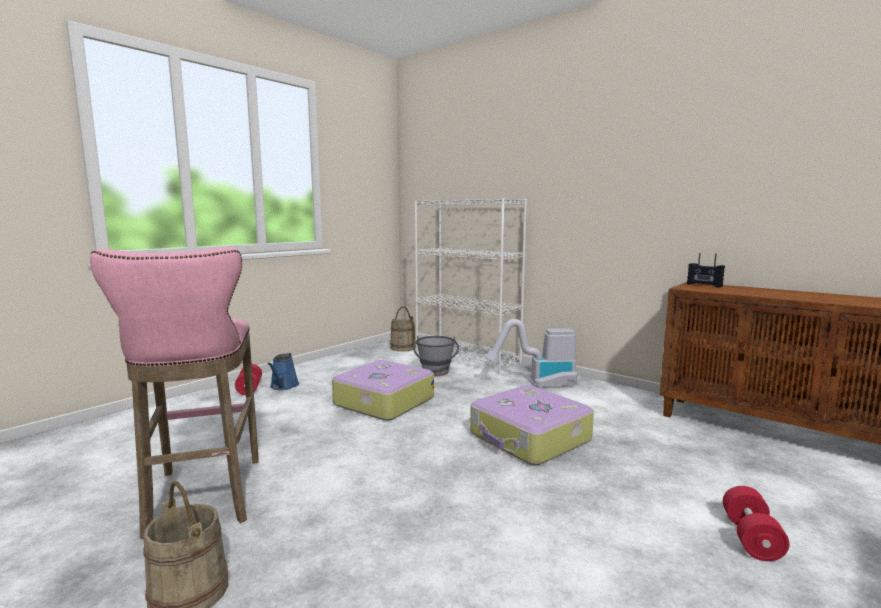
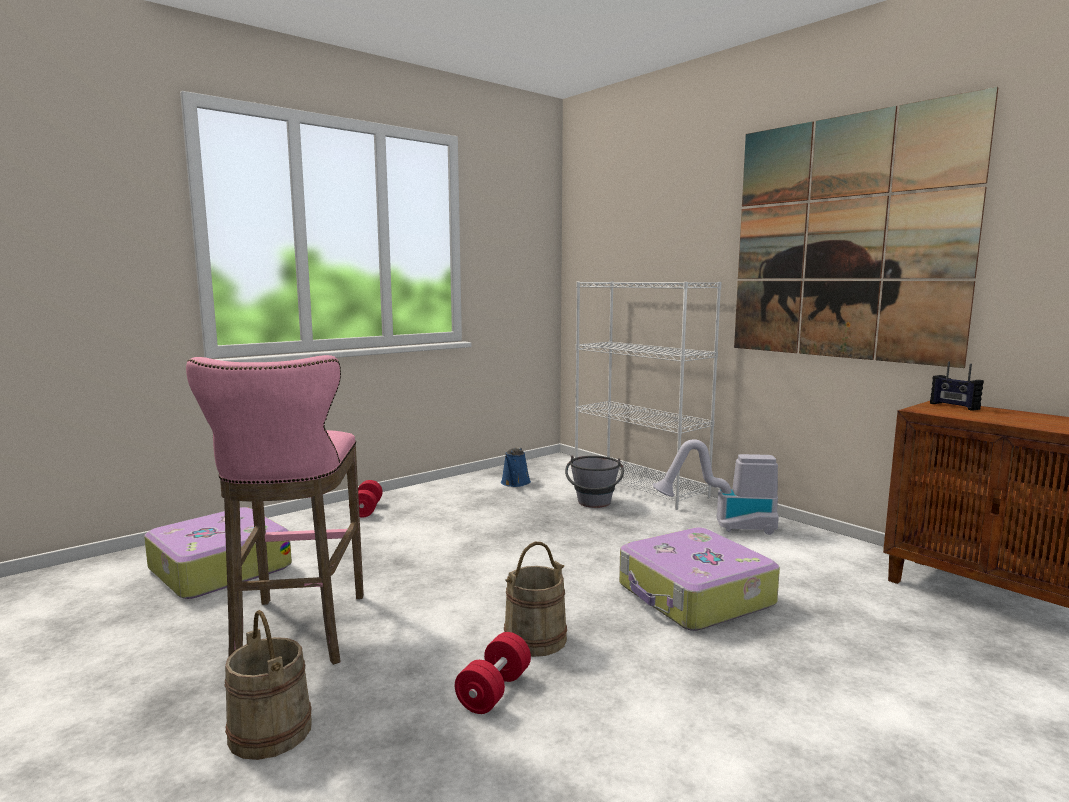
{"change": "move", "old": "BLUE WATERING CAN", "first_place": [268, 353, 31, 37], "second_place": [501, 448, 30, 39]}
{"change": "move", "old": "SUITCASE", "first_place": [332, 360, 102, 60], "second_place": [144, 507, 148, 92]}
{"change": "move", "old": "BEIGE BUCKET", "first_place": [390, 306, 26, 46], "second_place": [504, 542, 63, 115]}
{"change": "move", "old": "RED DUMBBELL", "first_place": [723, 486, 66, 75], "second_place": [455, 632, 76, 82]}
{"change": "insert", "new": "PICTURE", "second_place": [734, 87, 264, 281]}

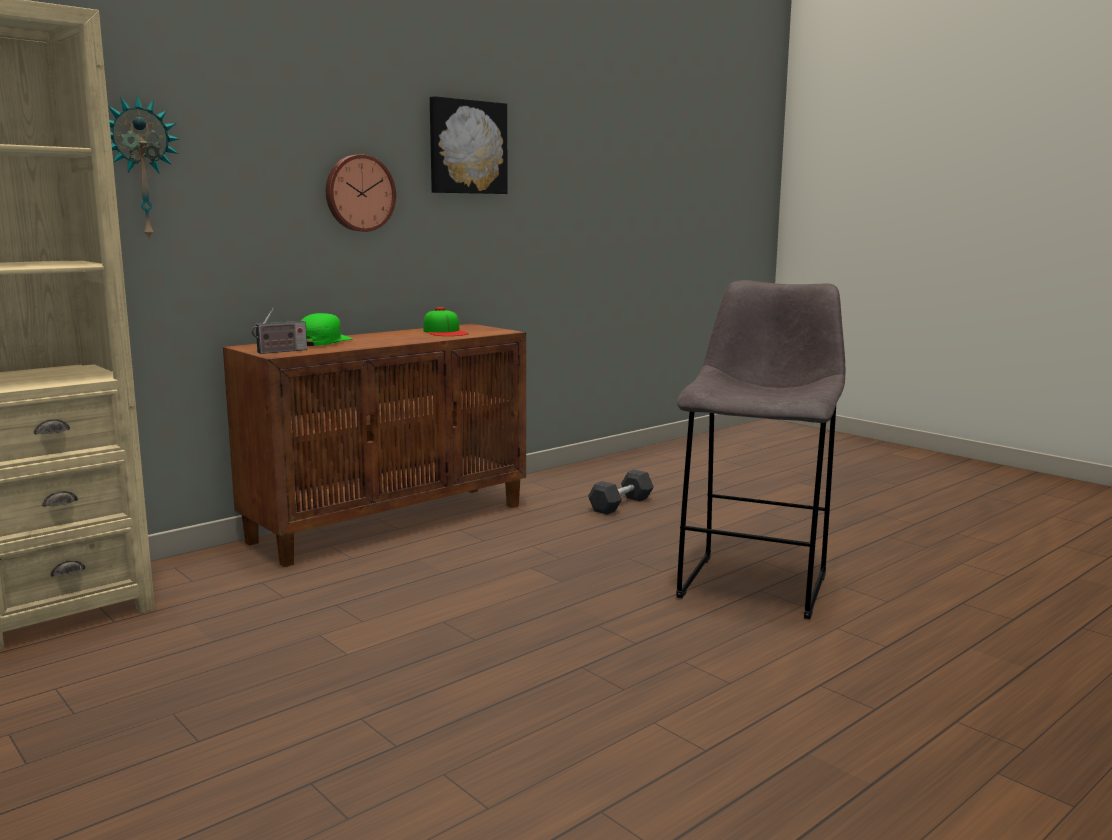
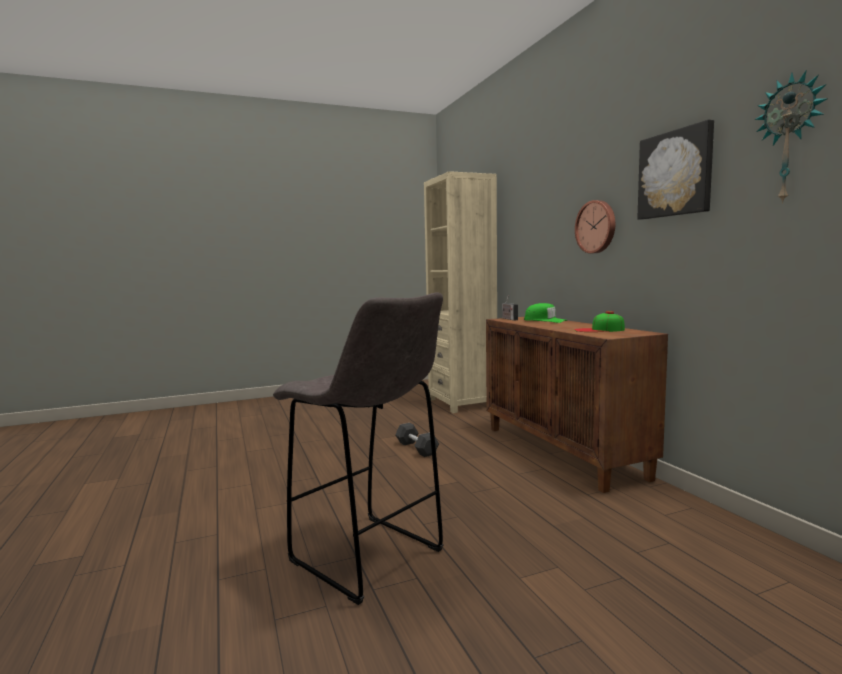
{"change": "move", "old": "WALL CLOCK", "first_place": [108, 95, 71, 146], "second_place": [755, 70, 73, 134]}
{"change": "move", "old": "GREY DUMBBELL", "first_place": [588, 470, 66, 45], "second_place": [395, 423, 44, 34]}

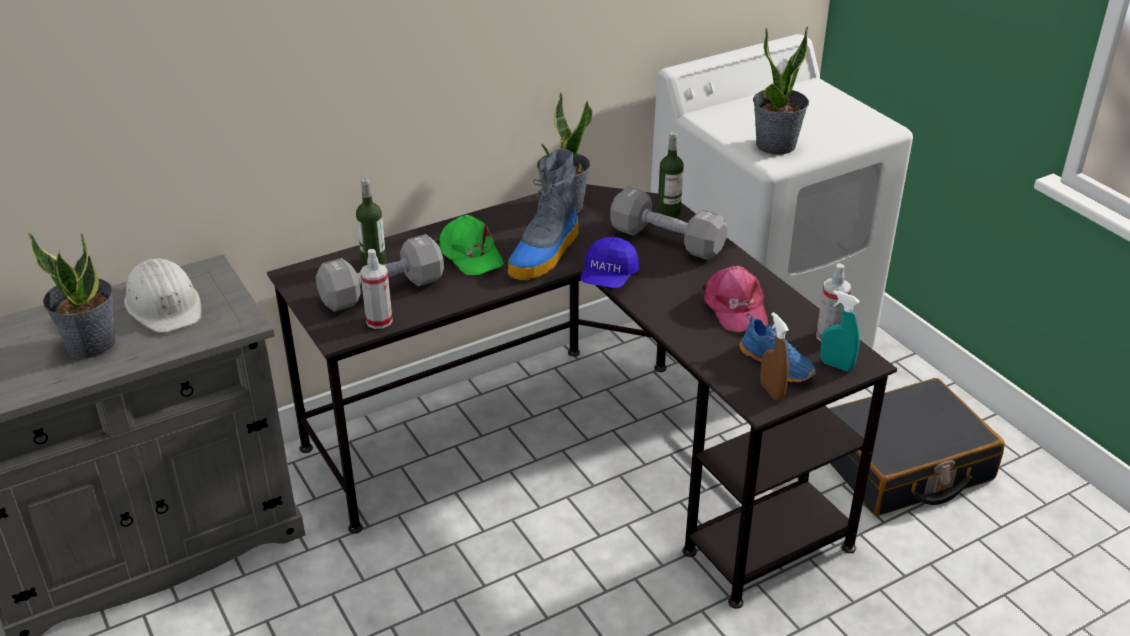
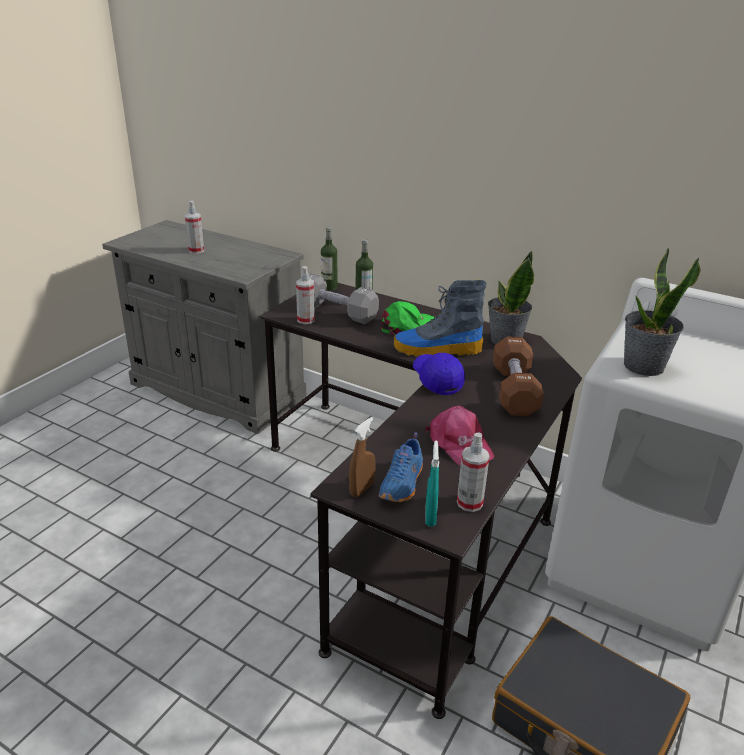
{"change": "replace", "old": "POTTED PLANT", "new": "SPRAY BOTTLE", "first_place": [28, 233, 88, 125], "second_place": [185, 201, 19, 53]}
{"change": "delete", "old": "WHITE HARD HAT", "first_place": [124, 258, 77, 75]}
{"change": "rotate", "old": "GREEN CAP", "first_place": [436, 215, 68, 60], "second_place": [381, 301, 53, 35], "degrees": -150}
{"change": "rotate", "old": "BLUE CAP", "first_place": [580, 237, 59, 51], "second_place": [413, 353, 52, 42], "degrees": 75}
{"change": "recolor", "old": "GREY DUMBBELL", "new": "BROWN DUMBBELL", "first_place": [610, 186, 117, 74], "second_place": [493, 336, 51, 80]}
{"change": "move", "old": "BOTTLE", "first_place": [657, 132, 27, 86], "second_place": [321, 227, 16, 64]}
{"change": "rotate", "old": "PINK CAP", "first_place": [702, 266, 66, 66], "second_place": [425, 405, 69, 61], "degrees": -75}

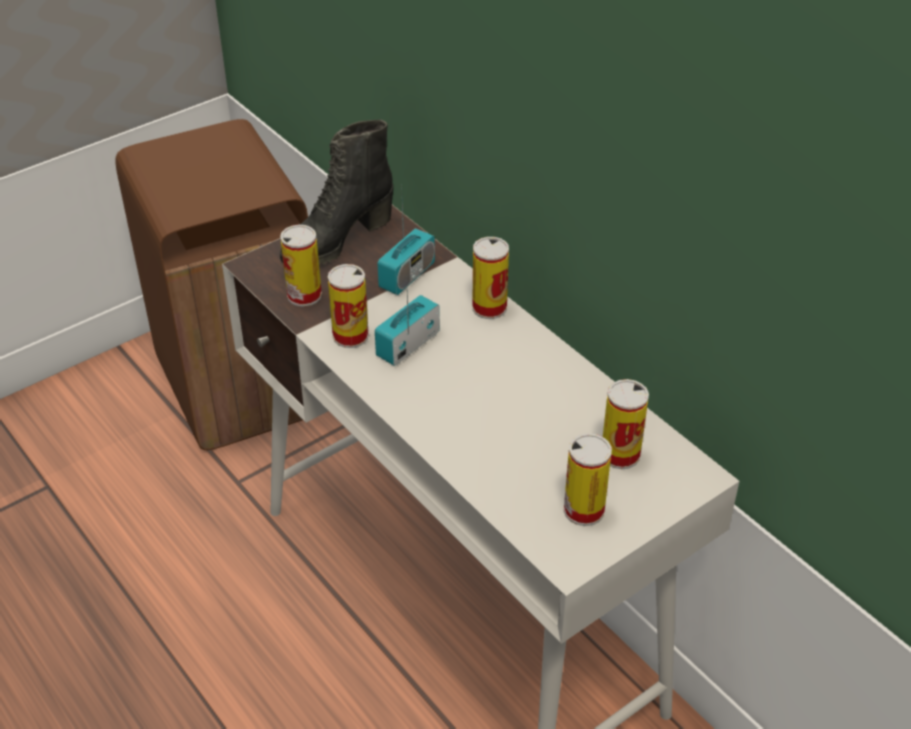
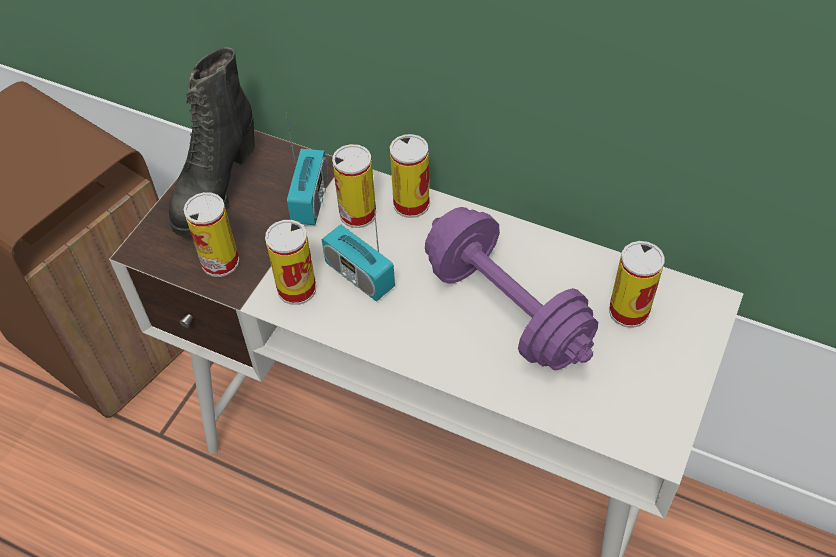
{"change": "rotate", "old": "RADIO", "first_place": [375, 275, 65, 91], "second_place": [322, 200, 73, 101], "degrees": -60}
{"change": "move", "old": "CAN", "first_place": [564, 433, 48, 93], "second_place": [332, 144, 44, 84]}
{"change": "insert", "new": "PURPLE DUMBBELL", "second_place": [425, 207, 173, 164]}

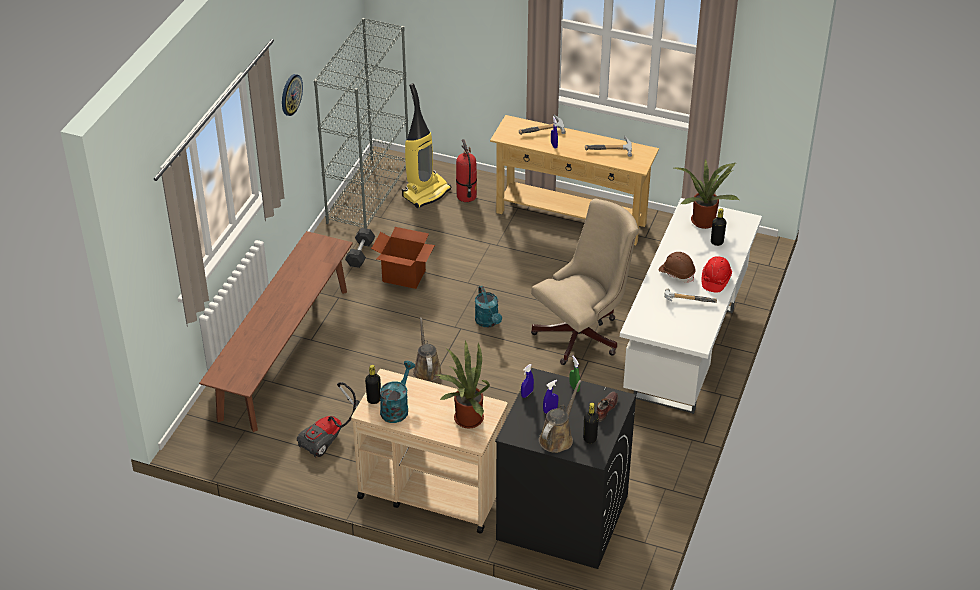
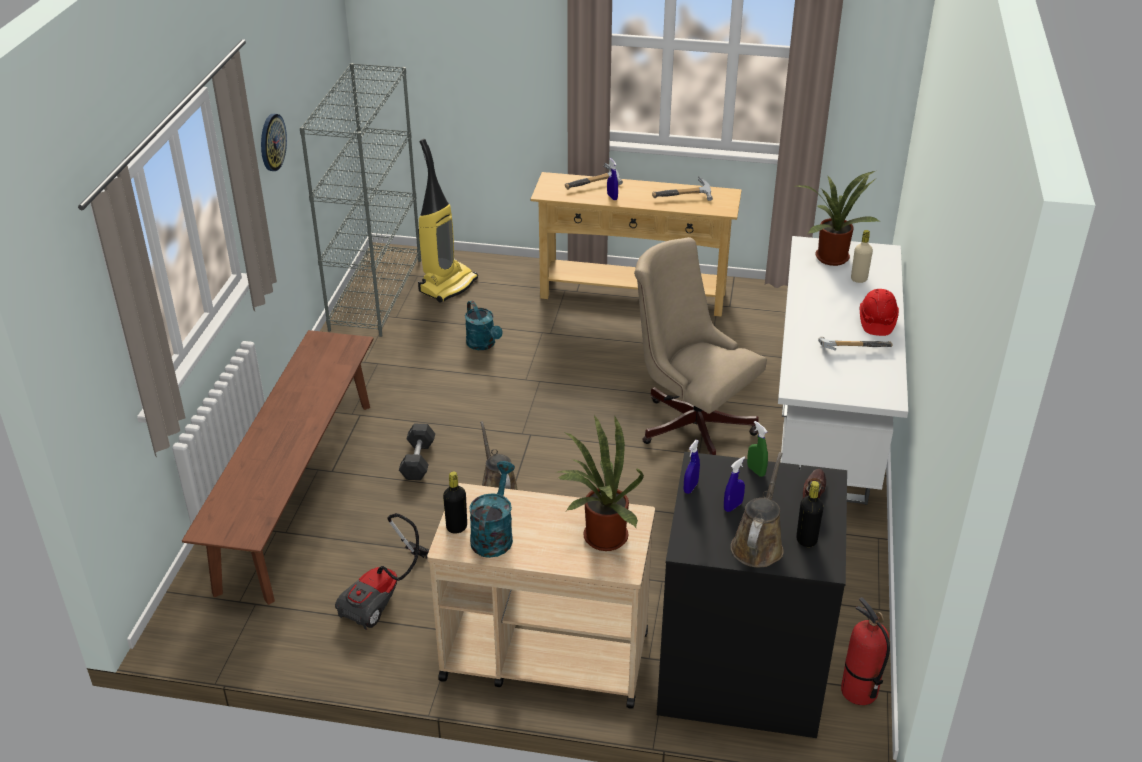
{"change": "move", "old": "GREY DUMBBELL", "first_place": [345, 228, 30, 40], "second_place": [399, 424, 36, 56]}
{"change": "delete", "old": "CARDBOARD BOX", "first_place": [371, 227, 64, 62]}
{"change": "move", "old": "FIRE EXTINGUISHER", "first_place": [456, 139, 21, 63], "second_place": [841, 597, 49, 108]}
{"change": "move", "old": "TURQUOISE WATERING CAN", "first_place": [475, 286, 27, 41], "second_place": [465, 300, 38, 50]}
{"change": "rotate", "old": "BEIGE OFFICE CHAIR", "first_place": [531, 199, 108, 166], "second_place": [634, 237, 133, 218], "degrees": -90}
{"change": "delete", "old": "BROWN HARD HAT", "first_place": [659, 252, 37, 31]}
{"change": "recolor", "old": "BLACK BOTTLE", "new": "BEIGE BOTTLE", "first_place": [711, 208, 15, 38], "second_place": [851, 230, 22, 53]}

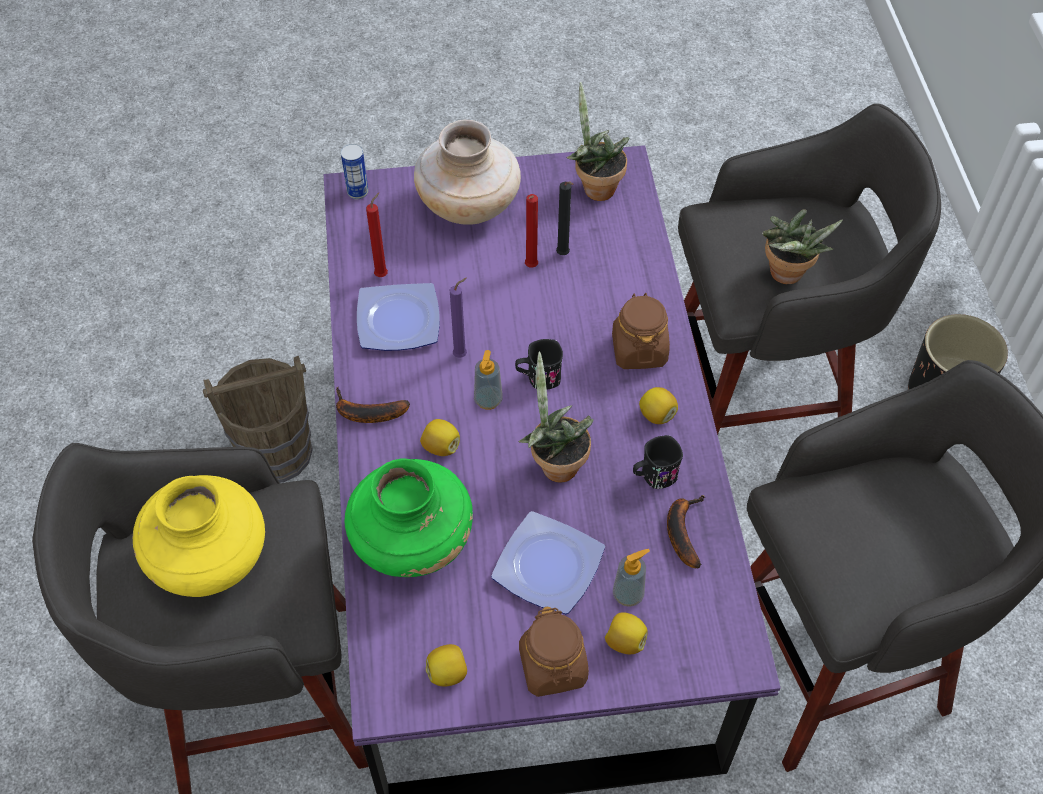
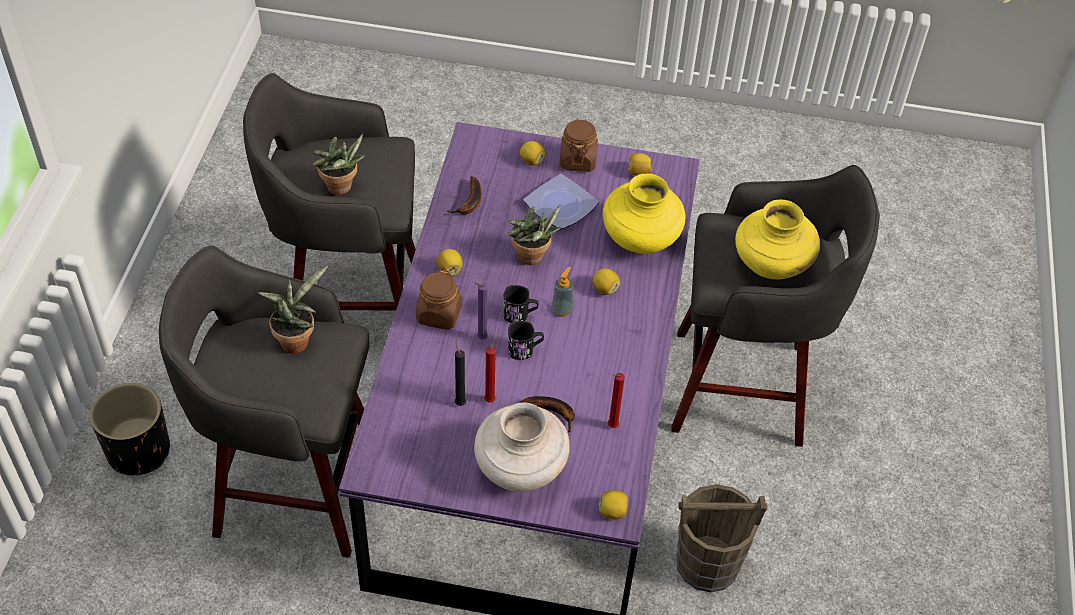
{"change": "move", "old": "BANANA", "first_place": [336, 387, 74, 36], "second_place": [520, 396, 55, 37]}
{"change": "replace", "old": "CAN", "new": "LEMON", "first_place": [341, 144, 27, 55], "second_place": [599, 490, 29, 29]}
{"change": "recolor", "old": "GREEN VASE", "new": "YELLOW VASE", "first_place": [344, 459, 129, 118], "second_place": [603, 174, 82, 80]}
{"change": "delete", "old": "PLATE", "first_place": [357, 283, 83, 68]}
{"change": "move", "old": "PURPLE CANDLE", "first_place": [450, 277, 17, 81], "second_place": [474, 281, 14, 59]}
{"change": "move", "old": "POTTED PLANT", "first_place": [566, 82, 63, 119], "second_place": [313, 134, 52, 61]}
{"change": "delete", "old": "SOAP DISPENSER", "first_place": [613, 549, 37, 58]}
{"change": "move", "old": "BLACK MUG", "first_place": [633, 435, 50, 54], "second_place": [508, 321, 36, 39]}

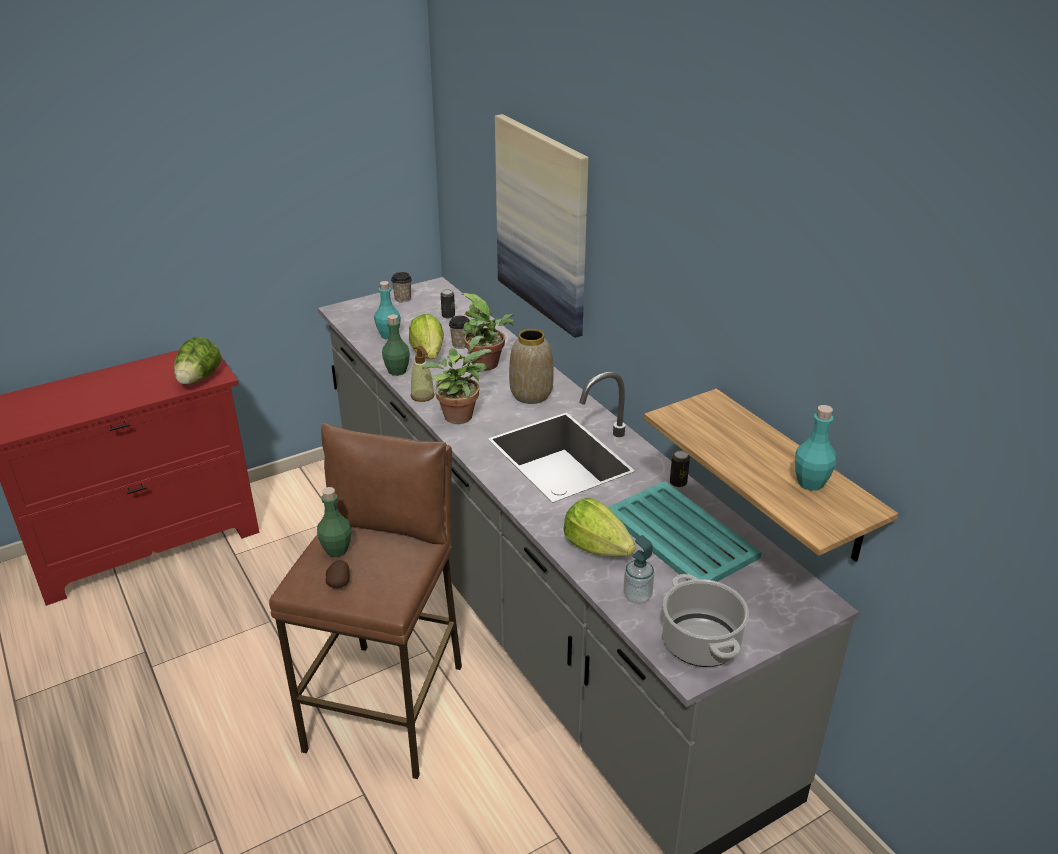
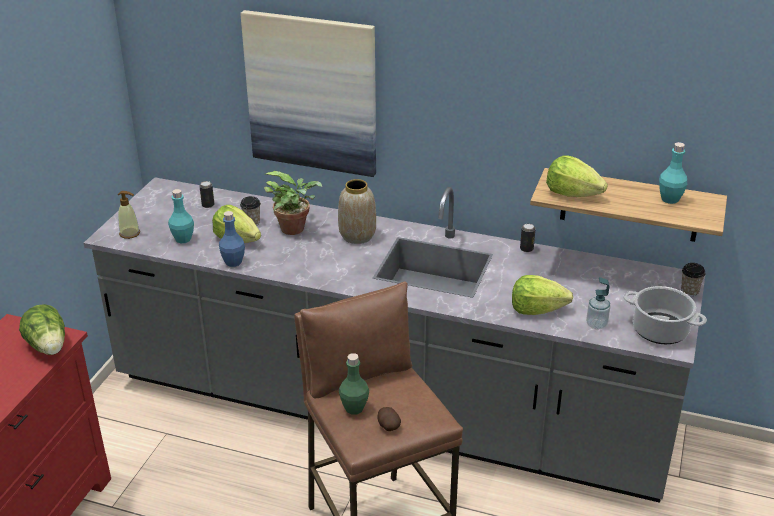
{"change": "recolor", "old": "GREEN BOTTLE", "new": "BLUE BOTTLE", "first_place": [382, 314, 28, 62], "second_place": [219, 211, 26, 56]}
{"change": "move", "old": "CUP", "first_place": [391, 272, 21, 31], "second_place": [681, 263, 24, 33]}
{"change": "move", "old": "SOAP DISPENSER", "first_place": [411, 346, 23, 56], "second_place": [118, 191, 22, 48]}
{"change": "delete", "old": "POTTED PLANT", "first_place": [422, 335, 70, 89]}
{"change": "delete", "old": "TURQUOISE TRAY", "first_place": [608, 481, 154, 101]}
{"change": "insert", "new": "LETTUCE", "second_place": [546, 155, 62, 42]}

